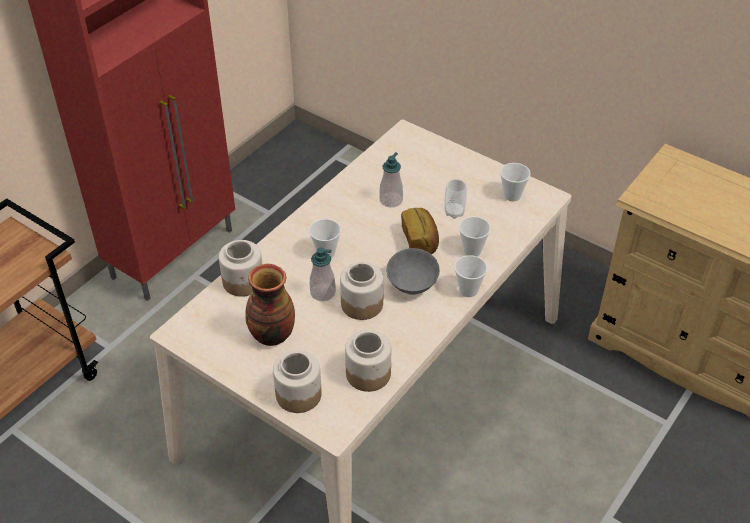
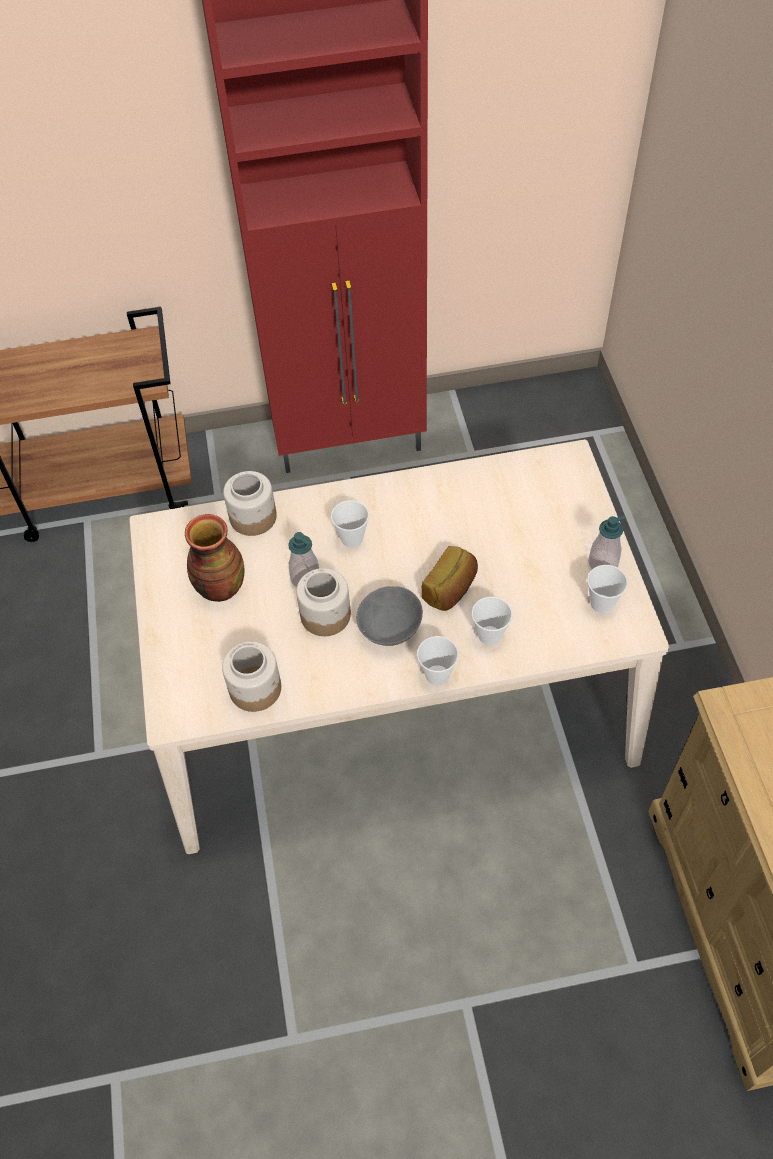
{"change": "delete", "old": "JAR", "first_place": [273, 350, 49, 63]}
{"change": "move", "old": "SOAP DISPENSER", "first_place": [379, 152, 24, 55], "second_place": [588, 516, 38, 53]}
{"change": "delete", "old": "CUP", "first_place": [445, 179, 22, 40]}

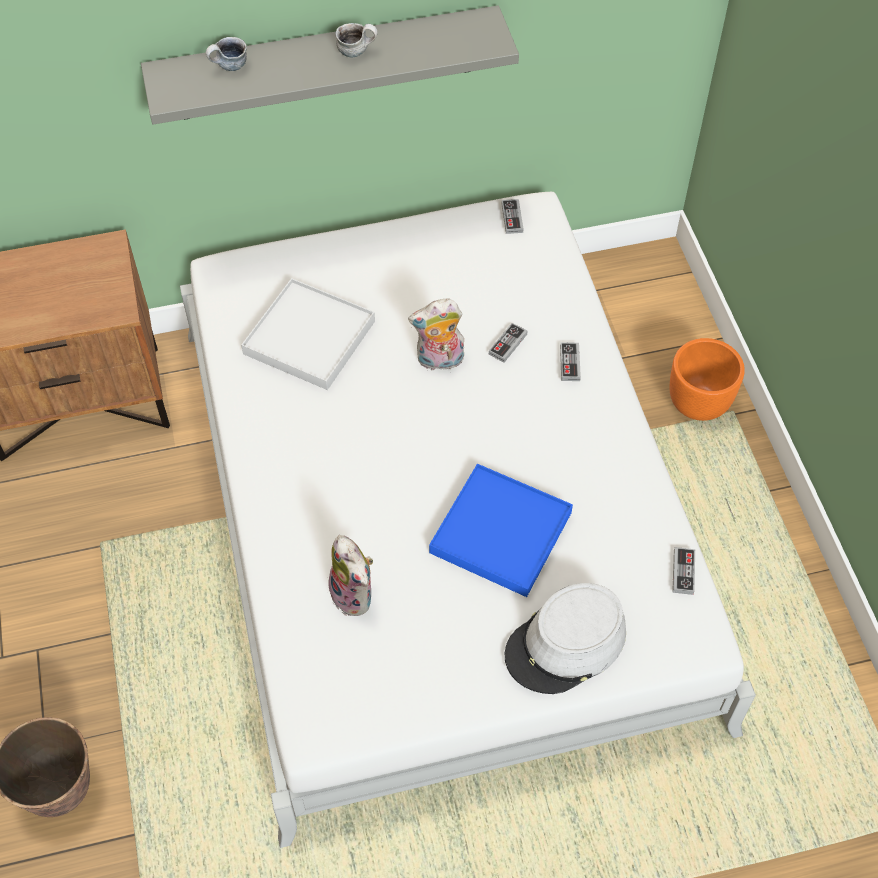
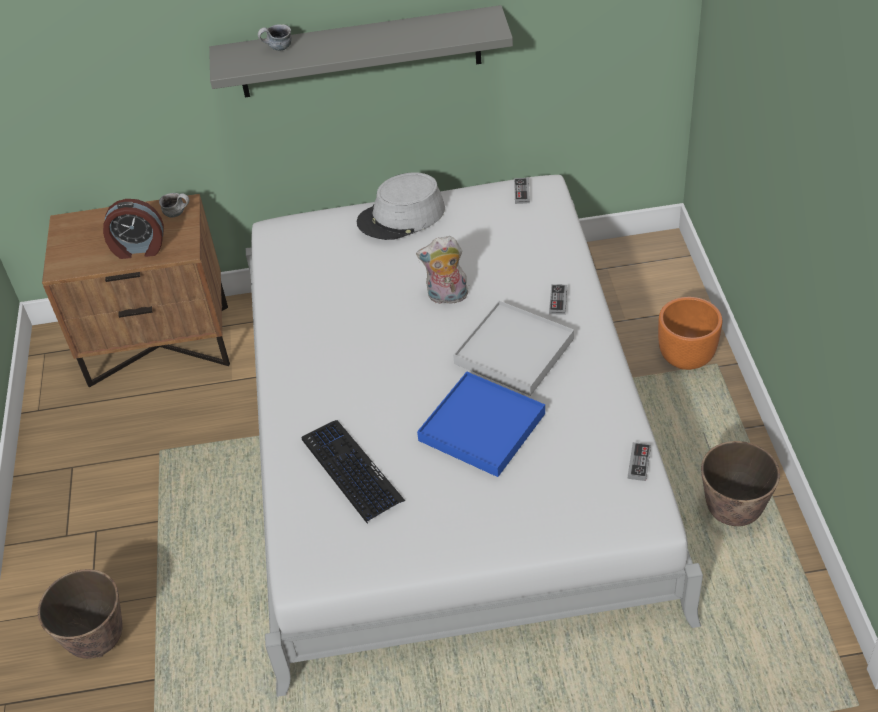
{"change": "move", "old": "WHITE TRAY", "first_place": [241, 278, 134, 112], "second_place": [453, 301, 121, 95]}
{"change": "replace", "old": "PLUSH TOY", "new": "KEYBOARD", "first_place": [329, 535, 44, 81], "second_place": [302, 420, 103, 103]}
{"change": "move", "old": "MUG", "first_place": [335, 23, 43, 34], "second_place": [159, 193, 30, 24]}
{"change": "delete", "old": "GAME CONTROLLER", "first_place": [489, 323, 38, 39]}
{"change": "move", "old": "GREY HAT", "first_place": [505, 583, 121, 111], "second_place": [357, 172, 88, 68]}
{"change": "insert", "new": "ALARM CLOCK", "second_place": [103, 199, 61, 60]}
{"change": "insert", "new": "PLANTER", "second_place": [701, 441, 79, 85]}

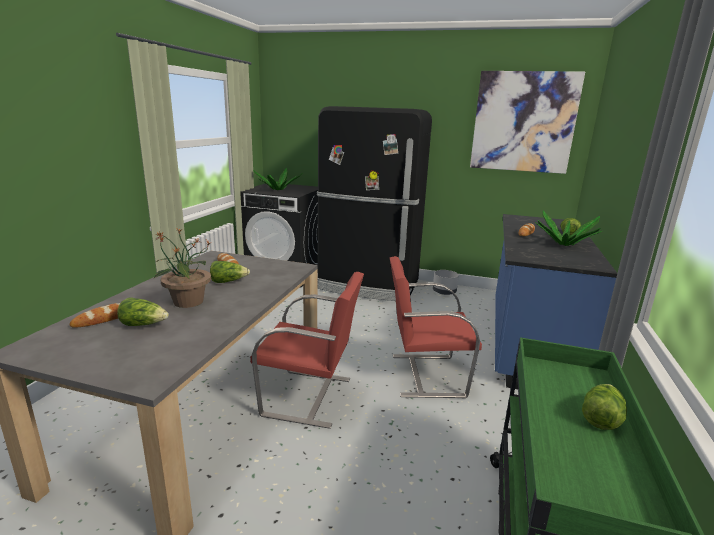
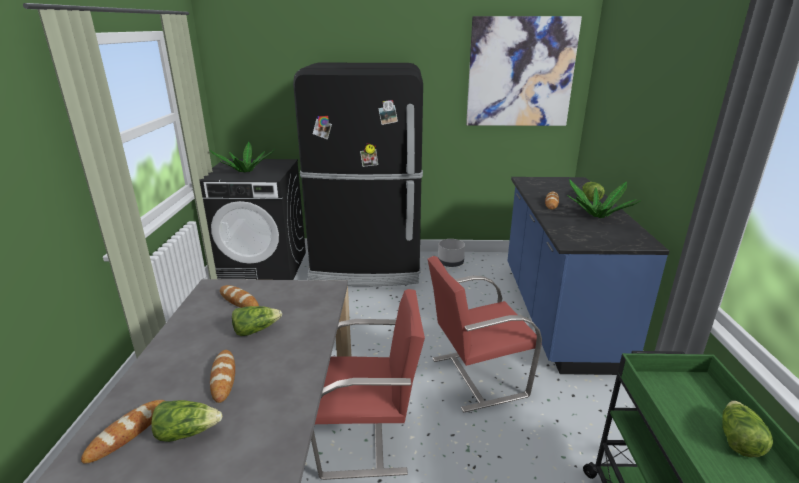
{"change": "replace", "old": "POTTED PLANT", "new": "BREAD", "first_place": [153, 229, 59, 79], "second_place": [210, 350, 25, 53]}

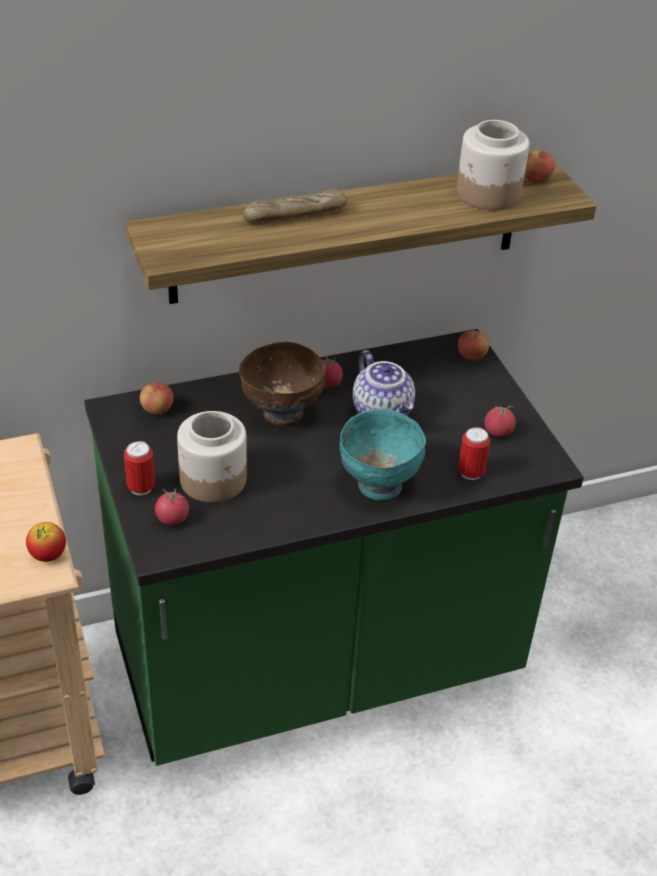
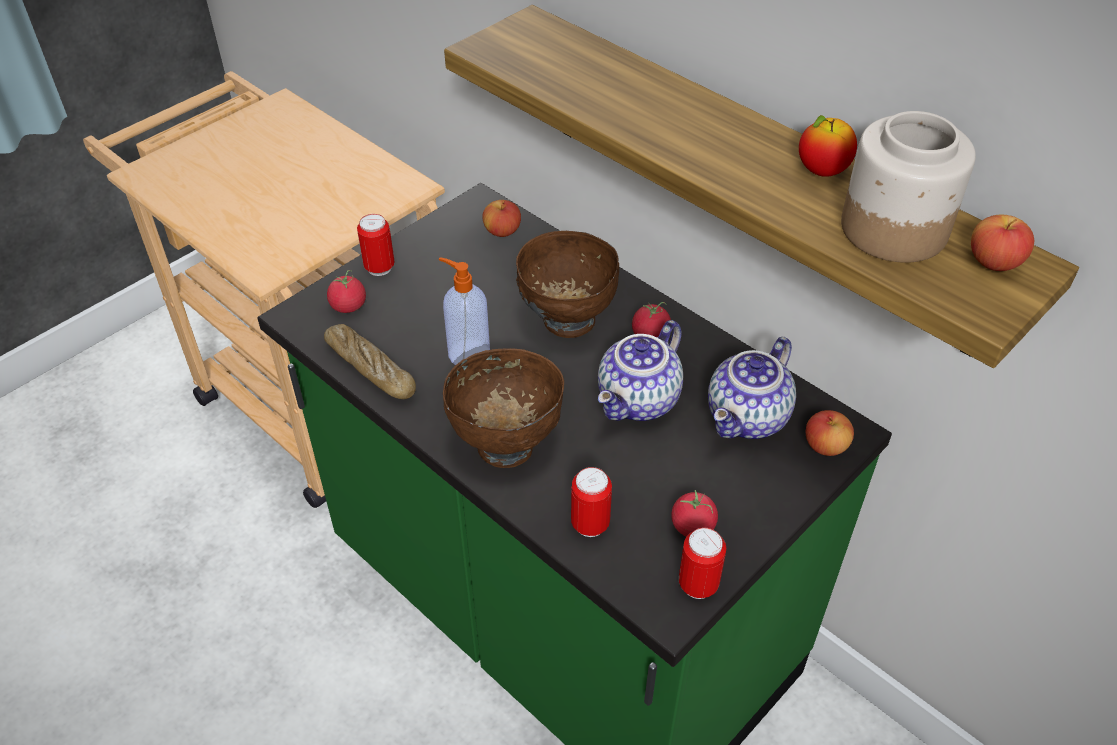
{"change": "move", "old": "APPLE", "first_place": [26, 522, 40, 40], "second_place": [799, 115, 58, 62]}
{"change": "delete", "old": "JAR", "first_place": [177, 411, 70, 92]}
{"change": "move", "old": "BREAD", "first_place": [243, 189, 104, 33], "second_place": [324, 324, 92, 75]}
{"change": "recolor", "old": "TURQUOISE BOWL", "new": "BROWN BOWL", "first_place": [340, 409, 86, 91], "second_place": [443, 348, 121, 120]}
{"change": "insert", "new": "SOAP DISPENSER", "second_place": [439, 257, 51, 108]}
{"change": "insert", "new": "CAN", "second_place": [679, 528, 47, 71]}
{"change": "insert", "new": "TEAPOT", "second_place": [708, 337, 88, 102]}

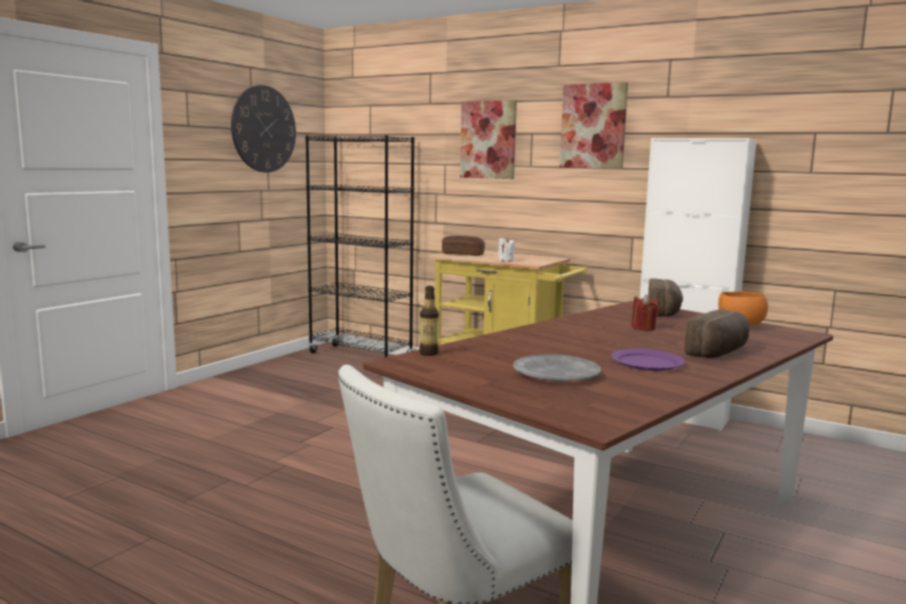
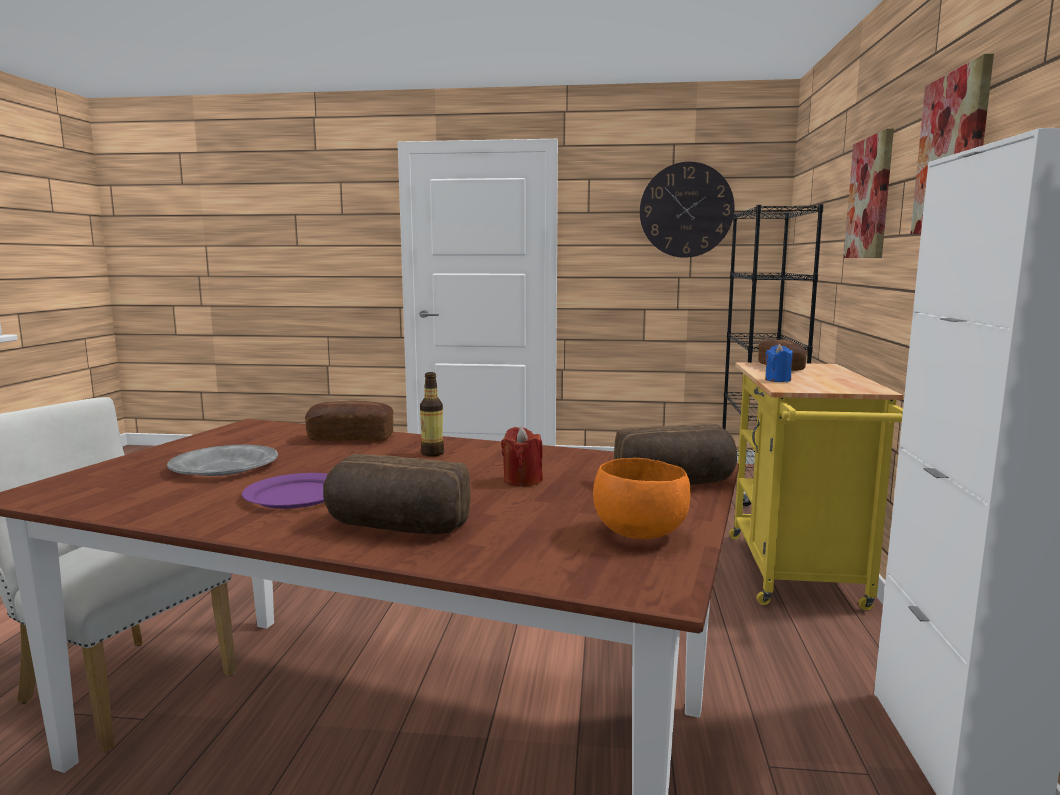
{"change": "move", "old": "BOTTLE", "first_place": [419, 286, 20, 70], "second_place": [420, 372, 24, 85]}
{"change": "recolor", "old": "WHITE CANDLE", "new": "BLUE CANDLE", "first_place": [498, 237, 17, 25], "second_place": [765, 344, 28, 38]}
{"change": "insert", "new": "BREAD", "second_place": [305, 401, 88, 40]}

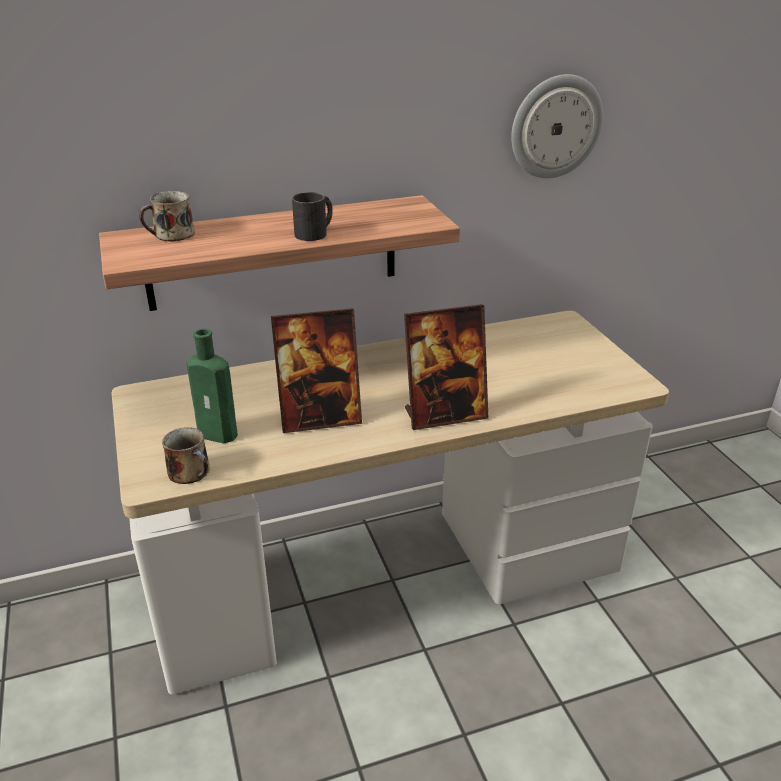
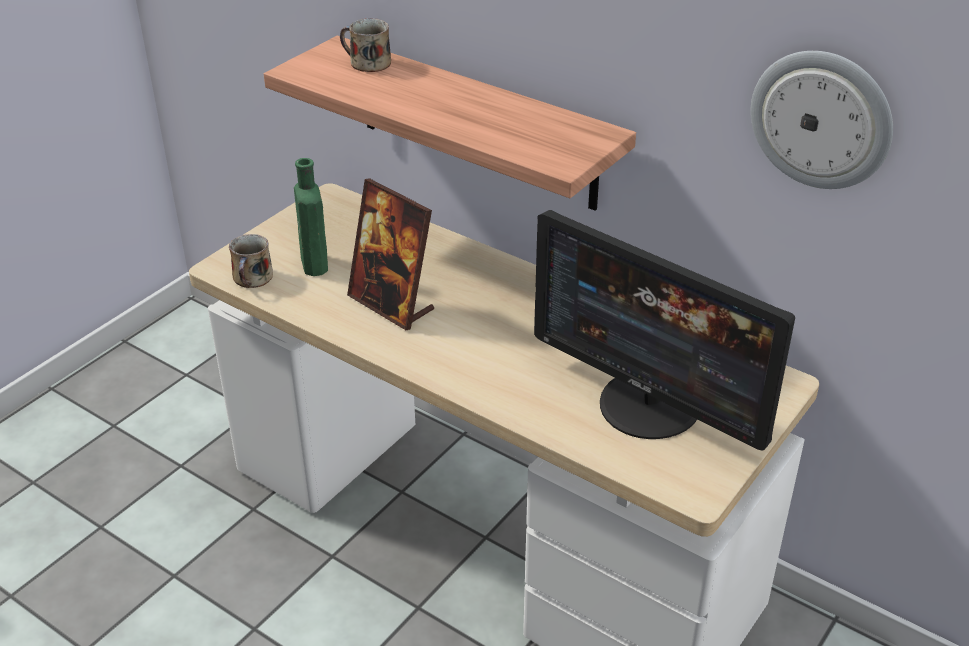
{"change": "delete", "old": "BLACK MUG", "first_place": [292, 192, 41, 49]}
{"change": "delete", "old": "PICTURE FRAME", "first_place": [404, 304, 84, 126]}
{"change": "insert", "new": "MONITOR", "second_place": [534, 210, 261, 240]}

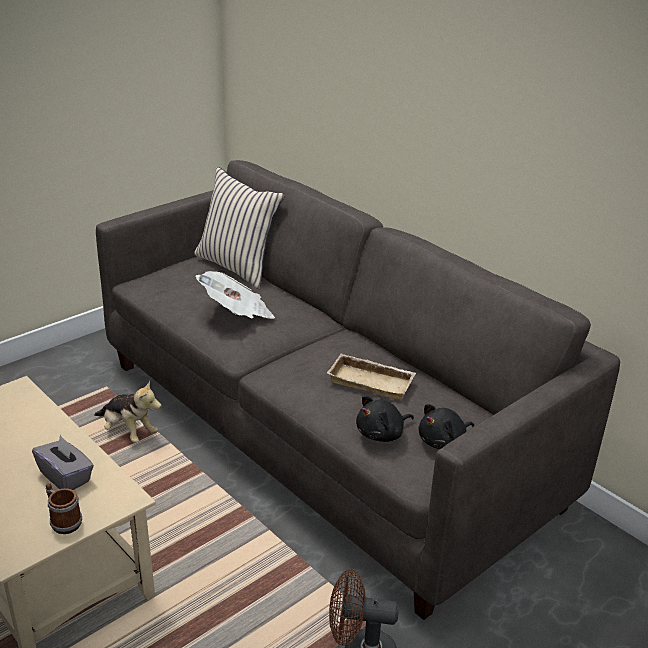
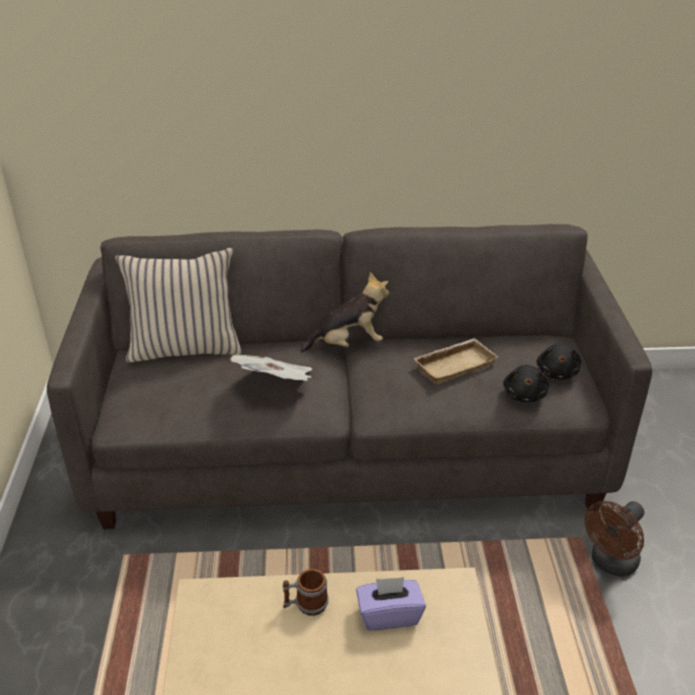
{"change": "recolor", "old": "GREY TISSUE BOX", "new": "PURPLE TISSUE BOX", "first_place": [32, 435, 62, 55], "second_place": [356, 577, 70, 54]}
{"change": "move", "old": "MUG", "first_place": [46, 483, 36, 51], "second_place": [283, 569, 46, 47]}
{"change": "move", "old": "PLUSH TOY", "first_place": [94, 380, 67, 63], "second_place": [300, 272, 89, 81]}

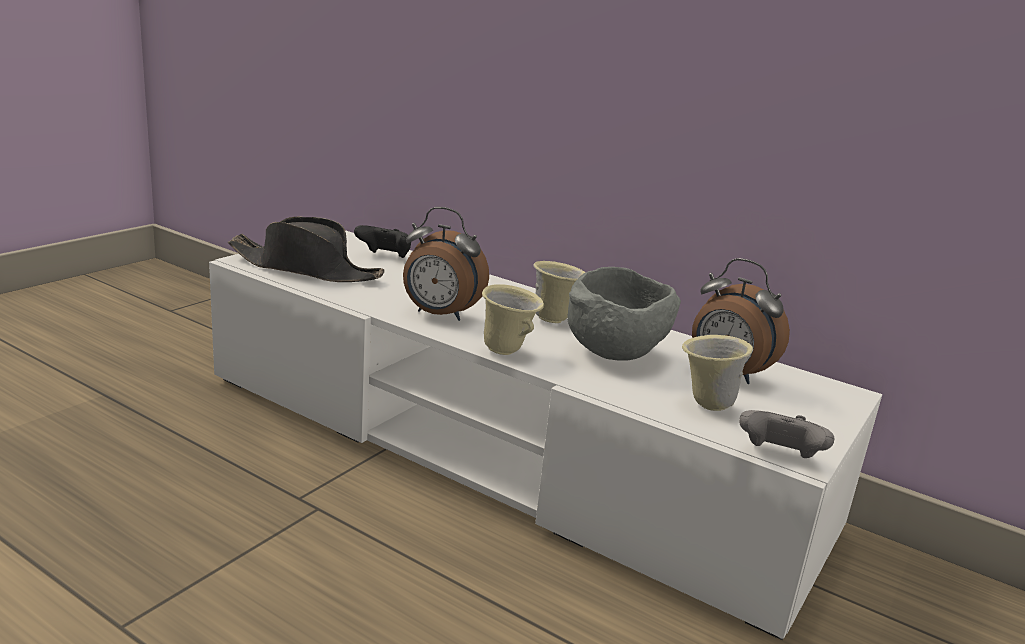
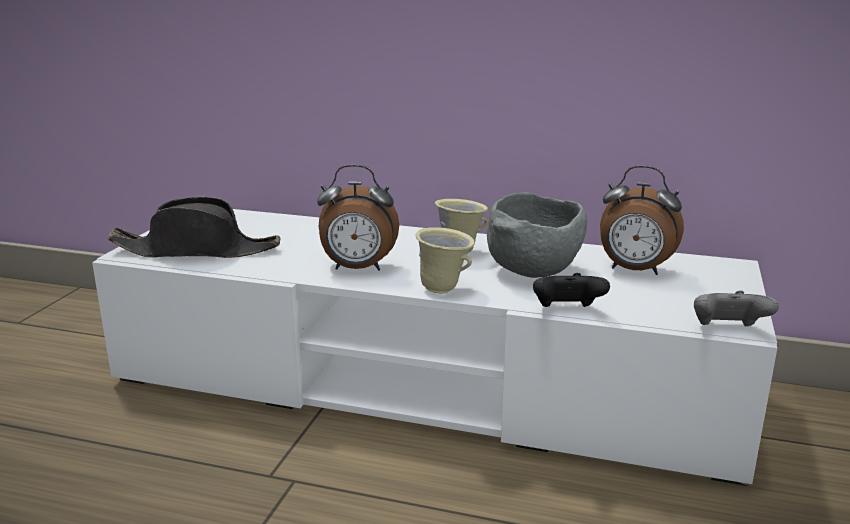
{"change": "move", "old": "BLACK GAME CONTROLLER", "first_place": [354, 225, 57, 33], "second_place": [533, 273, 77, 34]}
{"change": "delete", "old": "BEIGE MUG", "first_place": [682, 335, 71, 76]}

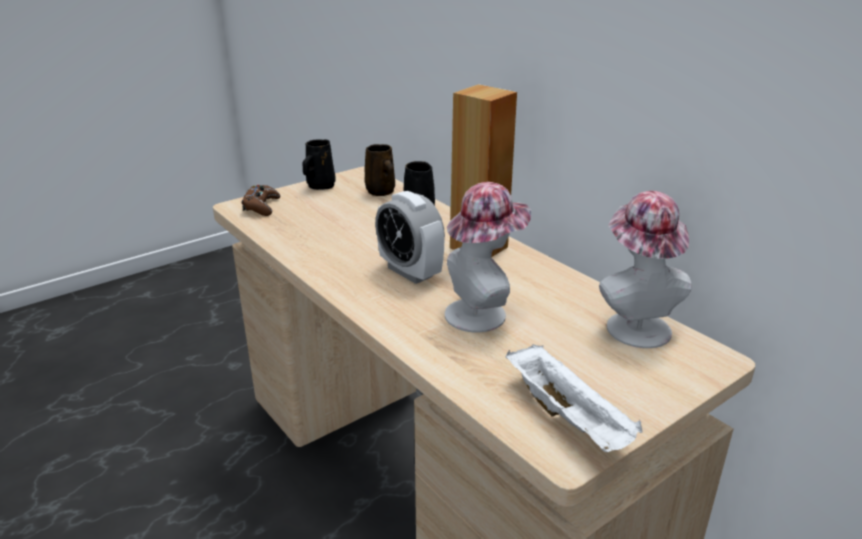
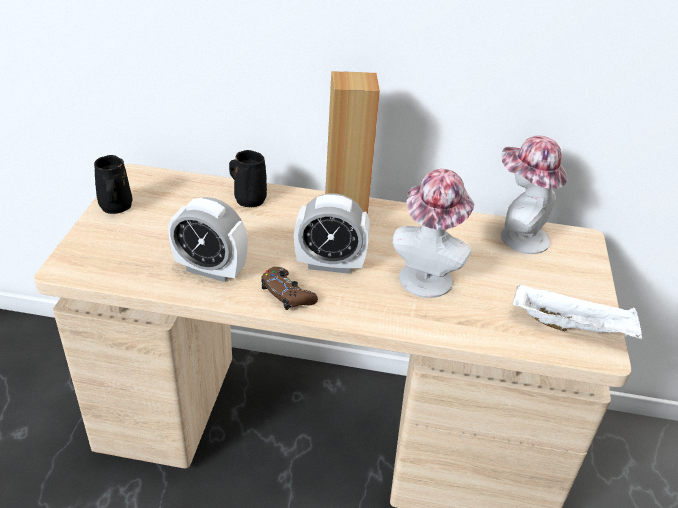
{"change": "move", "old": "BROWN GAME CONTROLLER", "first_place": [242, 185, 38, 31], "second_place": [261, 267, 57, 43]}
{"change": "delete", "old": "BROWN MUG", "first_place": [365, 144, 30, 52]}
{"change": "insert", "new": "ALARM CLOCK", "second_place": [168, 197, 80, 85]}

